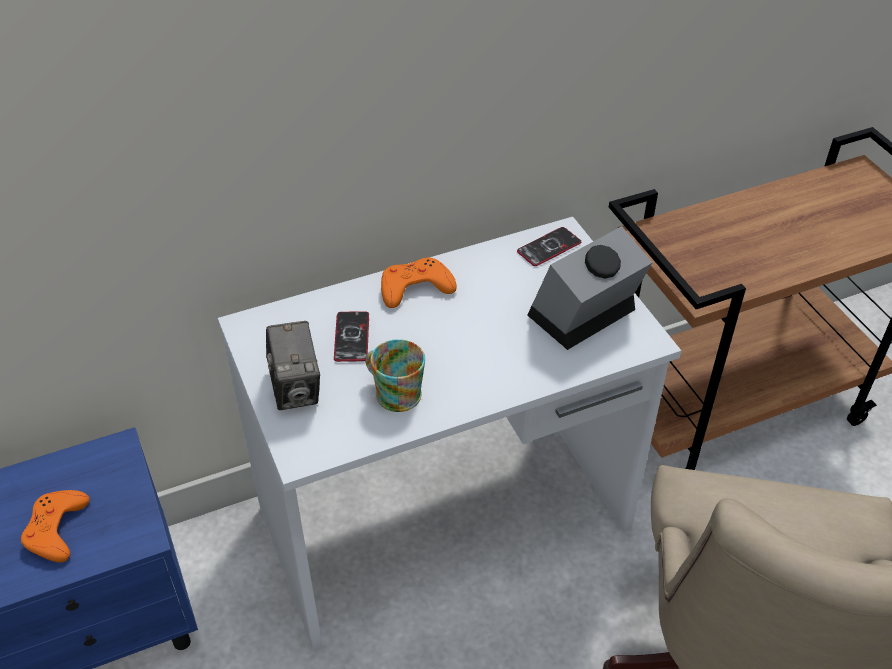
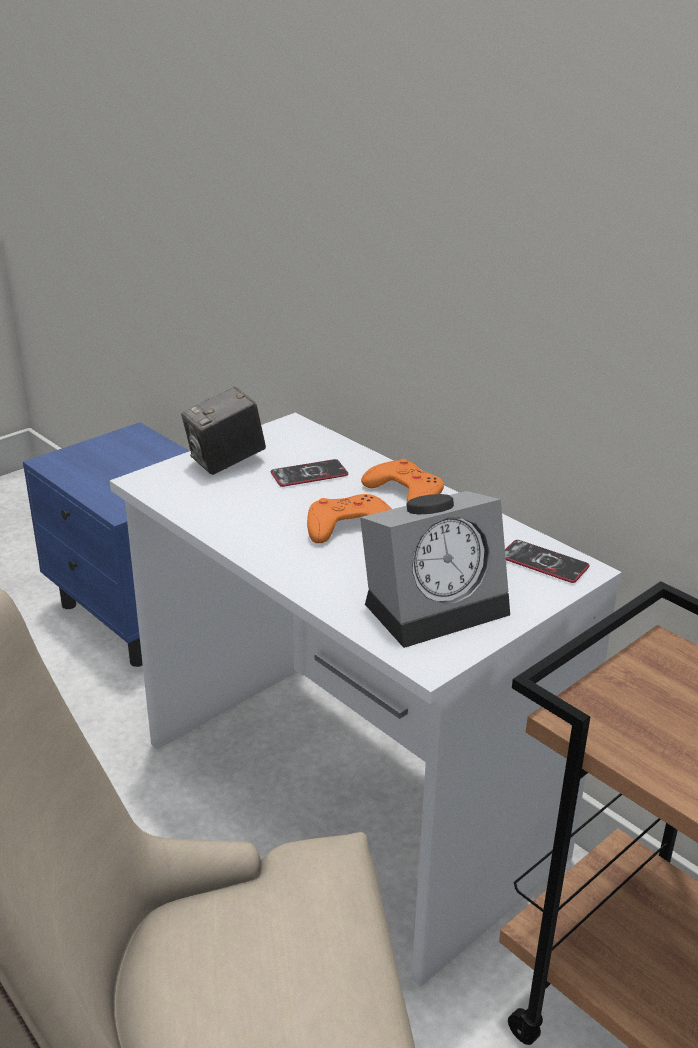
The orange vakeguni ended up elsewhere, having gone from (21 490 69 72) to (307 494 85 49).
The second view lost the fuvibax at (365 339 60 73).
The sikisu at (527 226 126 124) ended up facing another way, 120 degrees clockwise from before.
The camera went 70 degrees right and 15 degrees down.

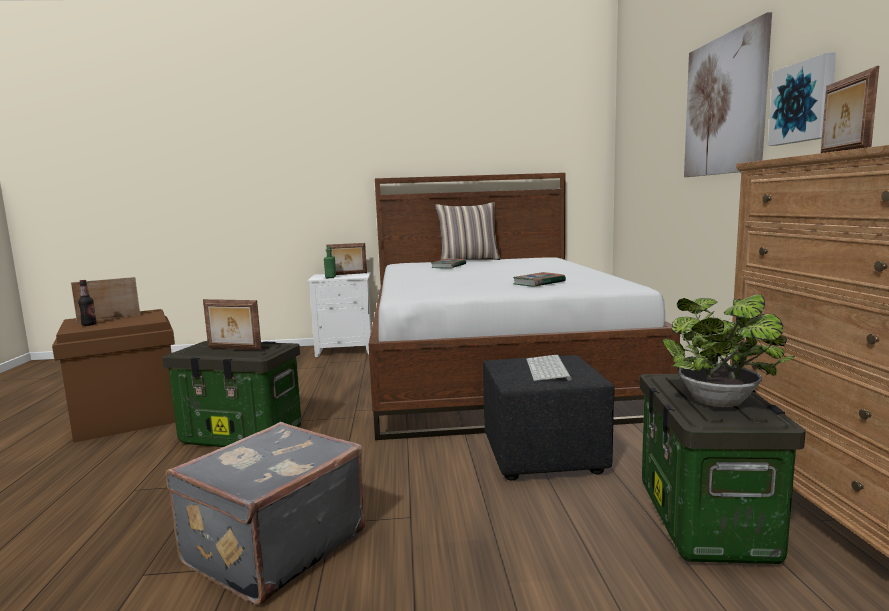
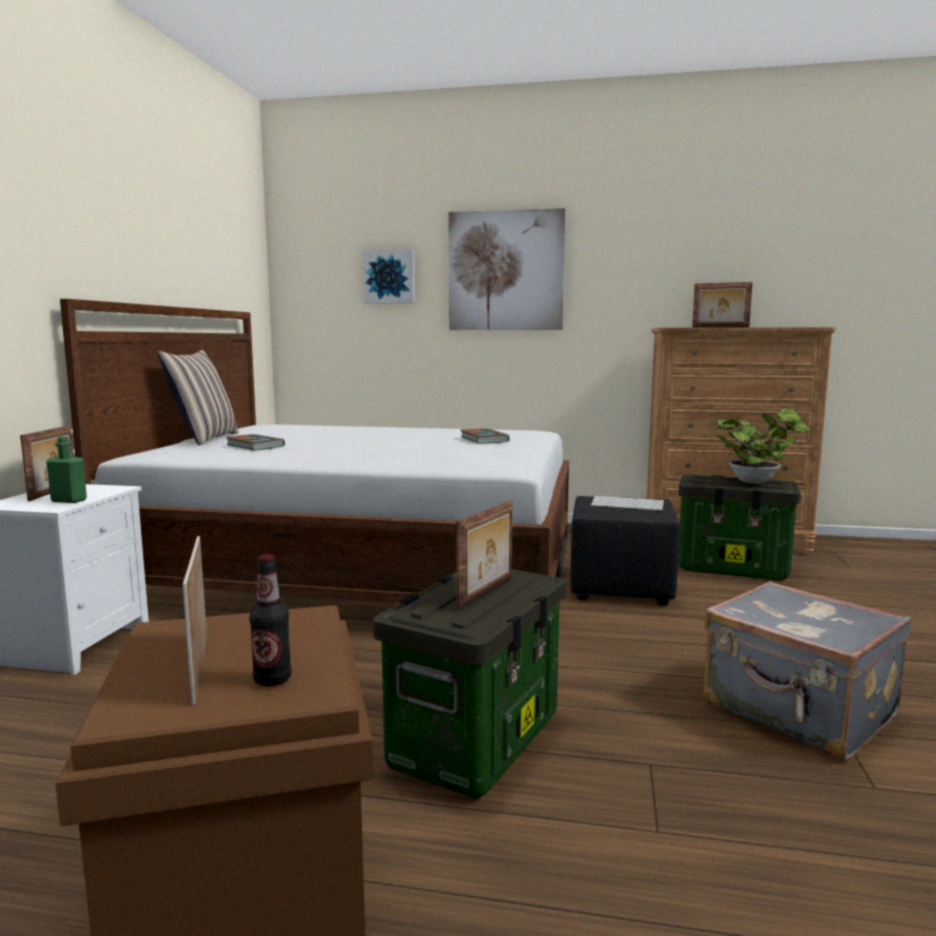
The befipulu ended up elsewhere, having gone from (768 52 68 94) to (362 249 53 55).
The camera went 75 degrees left and 0 degrees up.

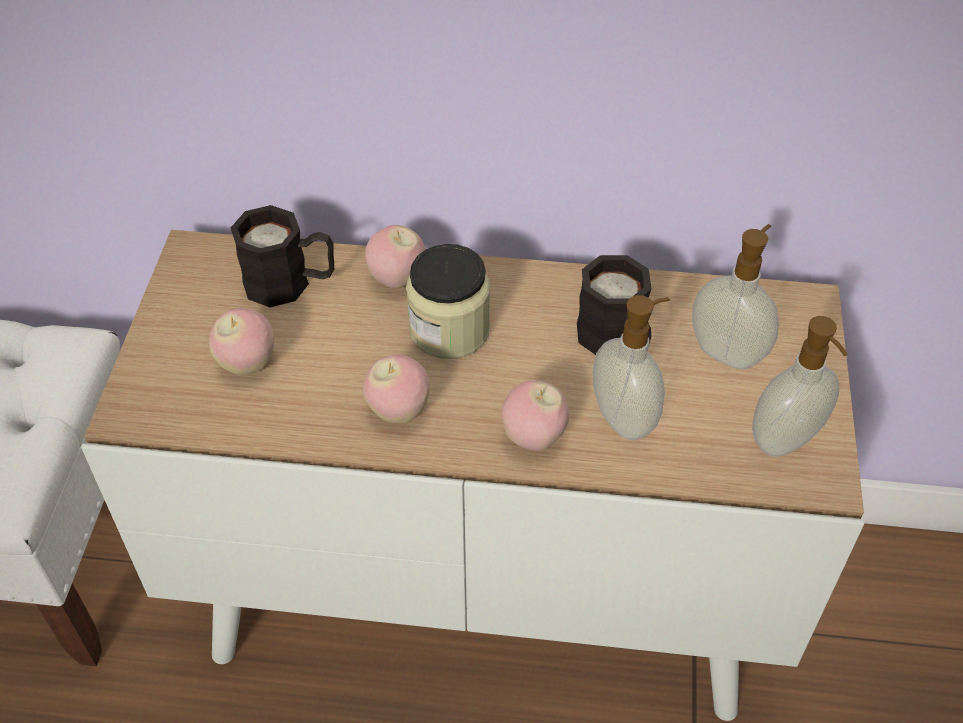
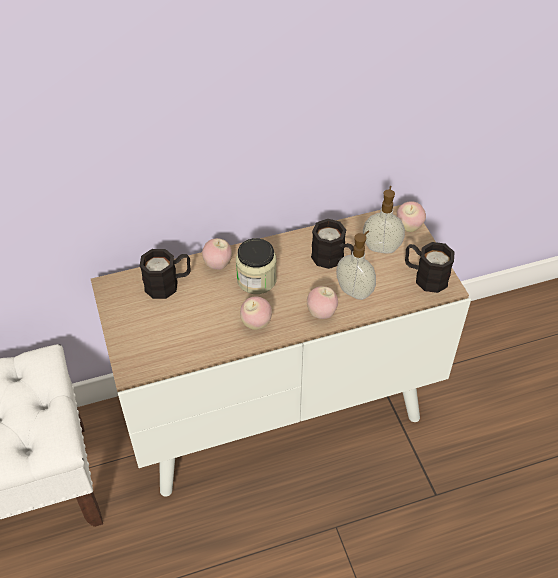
The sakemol ended up elsewhere, having gone from (209 308 65 67) to (397 201 29 31).
Where the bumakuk stood at (752 316 96 141), the black fuvibax came to stand at (405 242 49 51).
The camera went 25 degrees left and 0 degrees up.

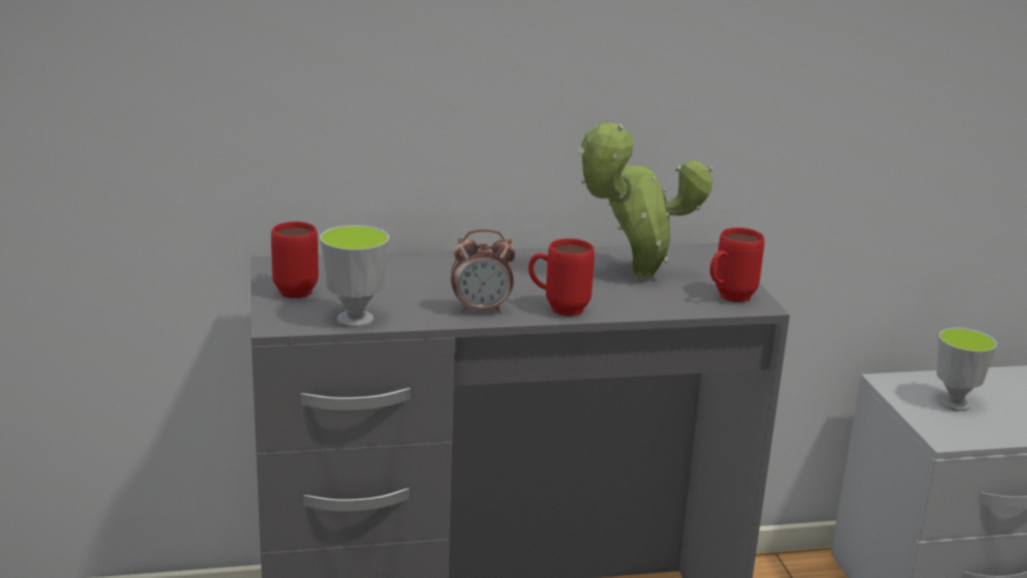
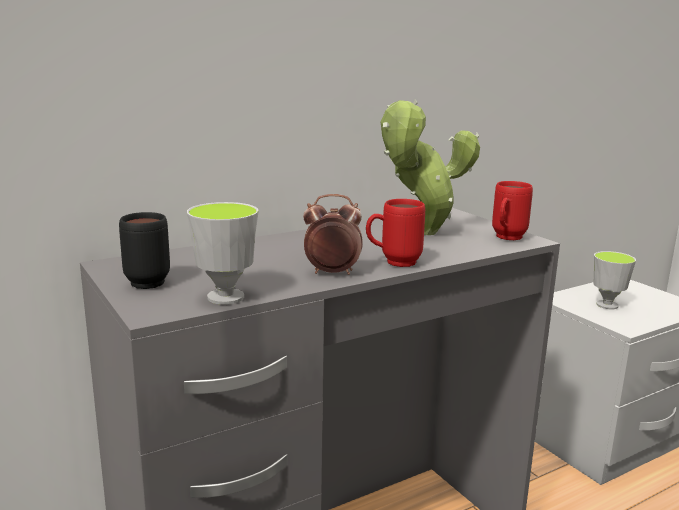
What was the red fuvibax at (271 222 47 76) turned into the black fuvibax at (119 212 51 77).
The sikisu at (451 229 65 85) ended up facing another way, 150 degrees counterclockwise from before.
The camera went 20 degrees left and 5 degrees down.

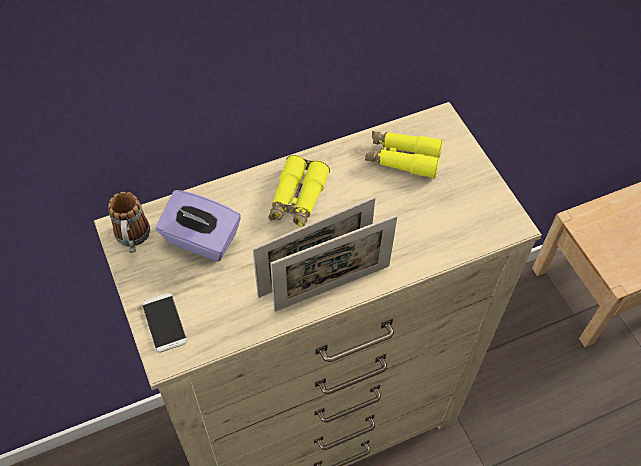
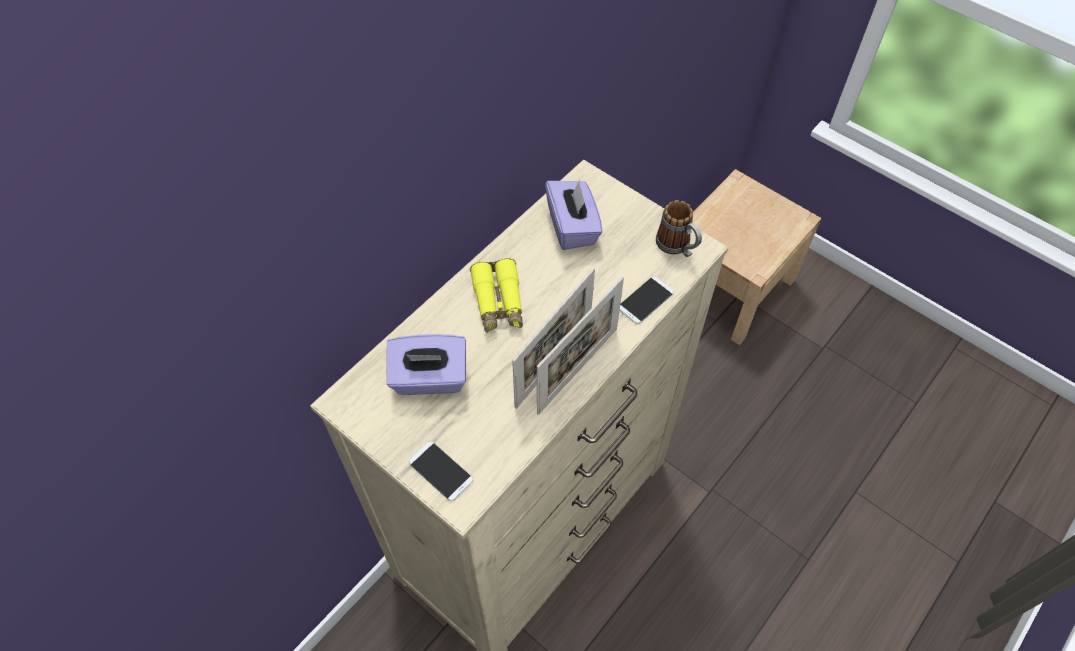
The fuvibax ended up elsewhere, having gone from (108 192 42 61) to (656 200 46 57).
Where the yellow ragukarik stood at (365 131 78 47), the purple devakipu came to stand at (545 179 58 71).
The second view gained the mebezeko at (619 276 55 48).
The camera went 25 degrees left and 0 degrees up.

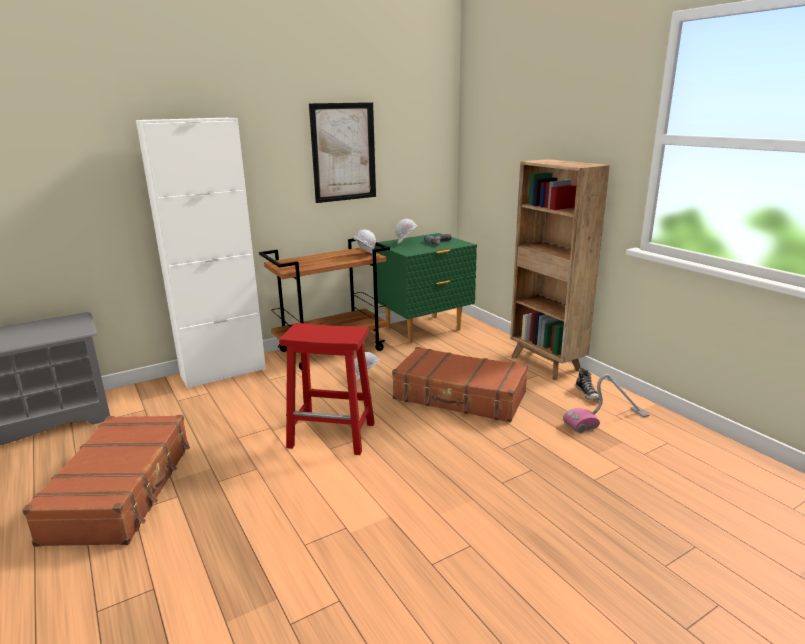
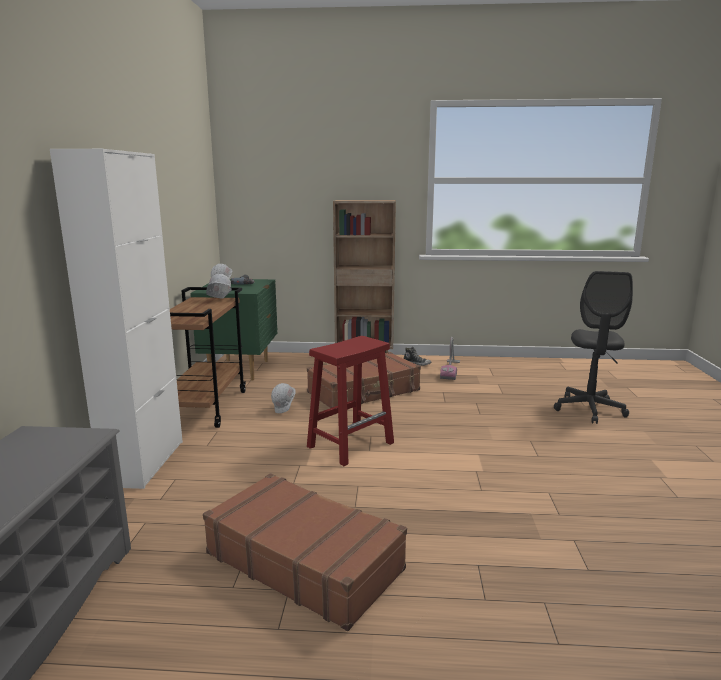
The second view lost the befipulu at (309 102 67 101).
The second view gained the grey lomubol at (554 271 79 153).
The camera went 55 degrees left and 5 degrees down.

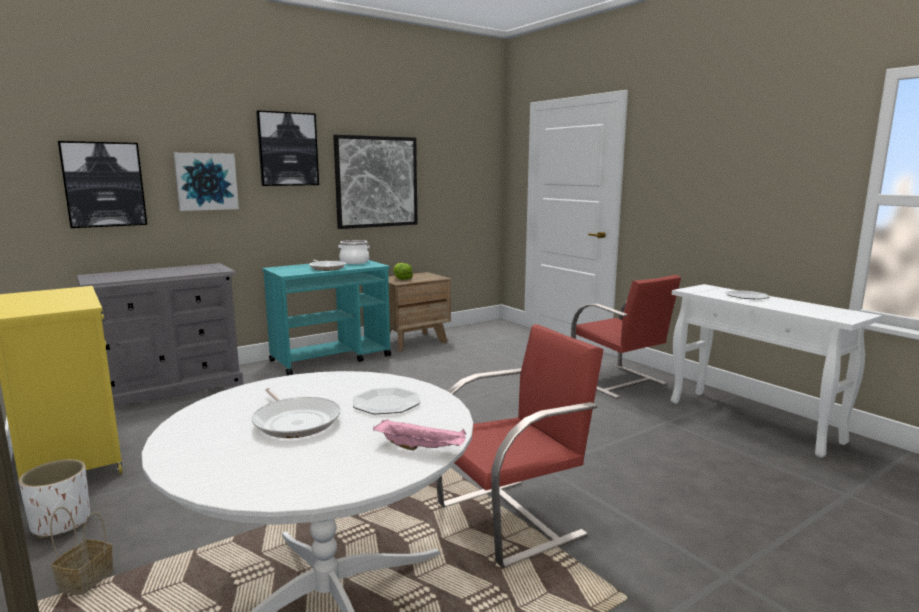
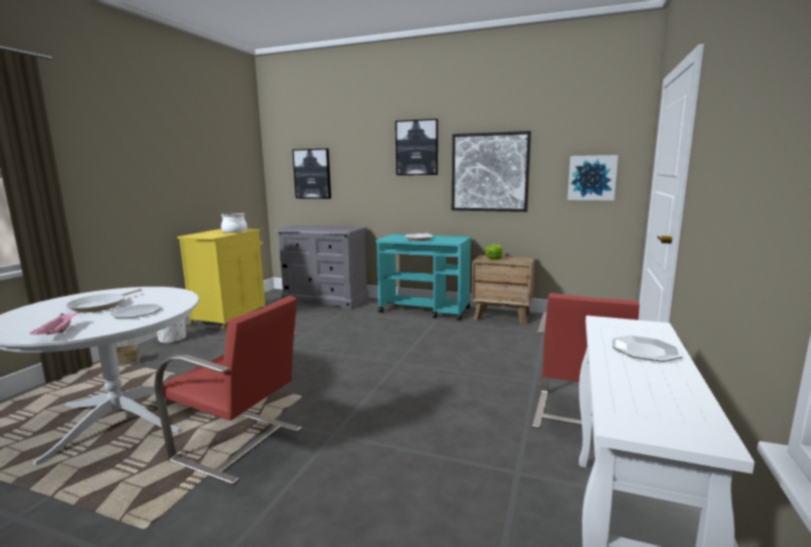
The befipulu ended up elsewhere, having gone from (174 153 65 58) to (567 155 51 46).
The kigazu ended up elsewhere, having gone from (339 240 31 24) to (221 213 26 20).
The camera went 55 degrees right and 0 degrees up.

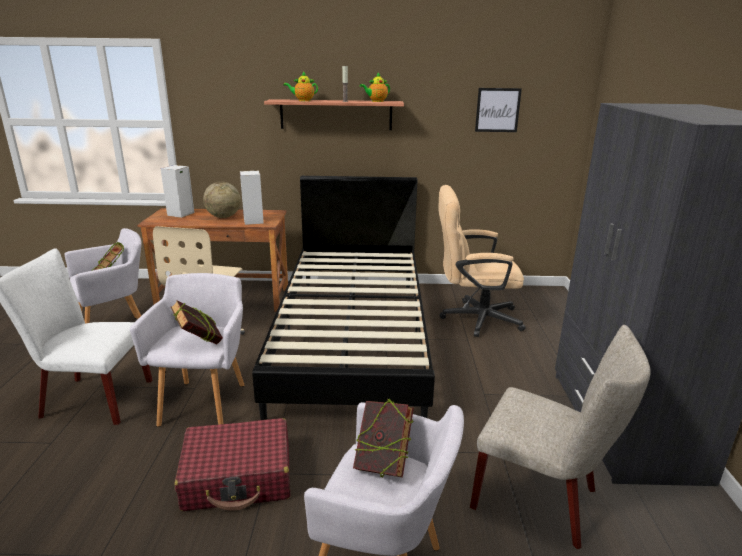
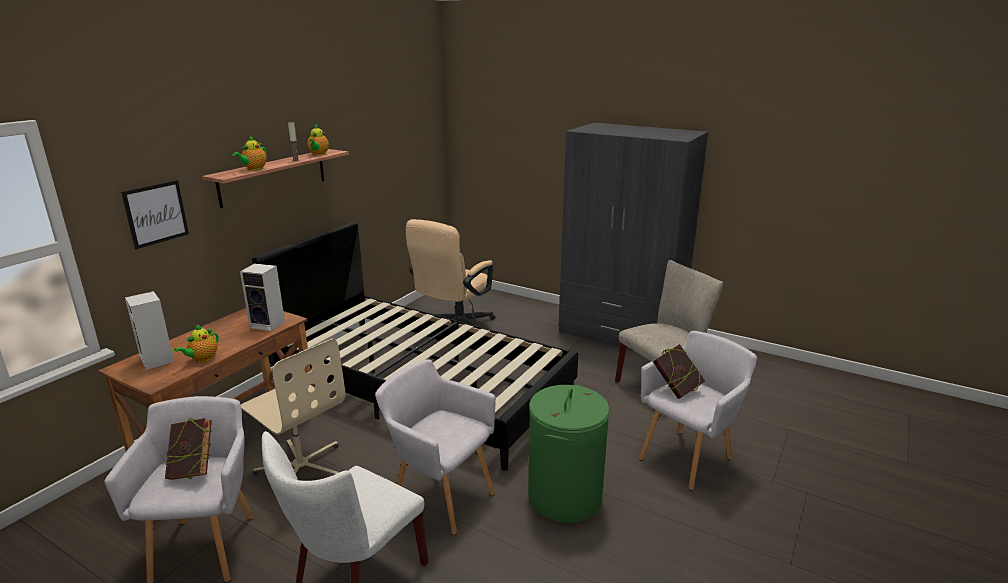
The second view lost the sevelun at (171 300 52 45).
Where the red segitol stood at (175 418 115 93), the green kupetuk came to stand at (528 385 82 138).
The second view lost the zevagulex at (203 182 38 36).
The befipulu ended up elsewhere, having gone from (475 88 47 44) to (121 180 68 69).
The second view gained the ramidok at (174 324 45 38).
The camera went 60 degrees left and 0 degrees up.

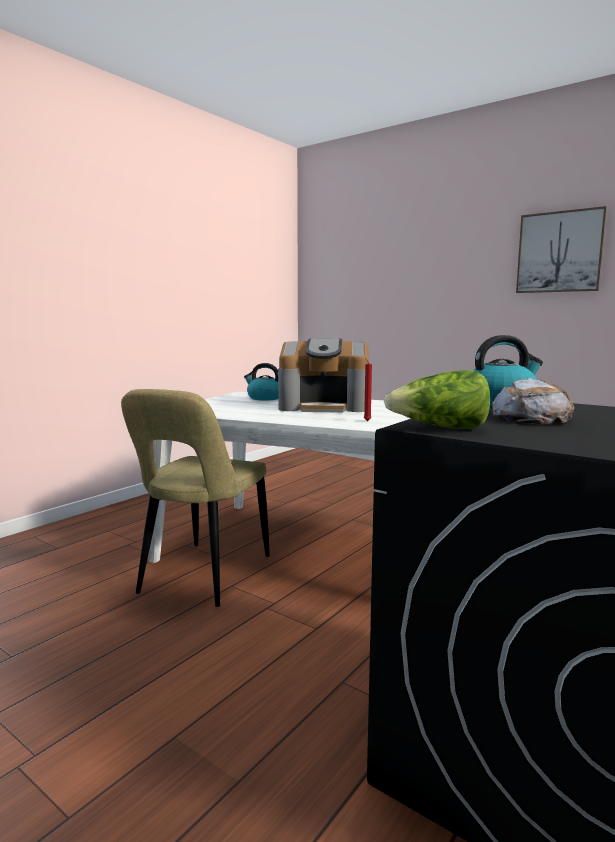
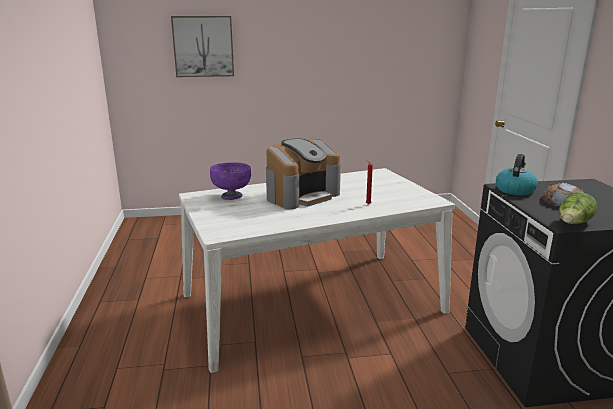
The second view lost the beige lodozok at (121 389 149 218).
Where the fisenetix stood at (244 363 34 37), the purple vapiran came to stand at (210 162 41 38).
The befipulu ended up elsewhere, having gone from (516 206 91 87) to (171 16 63 61).
The camera went 45 degrees left and 10 degrees up.

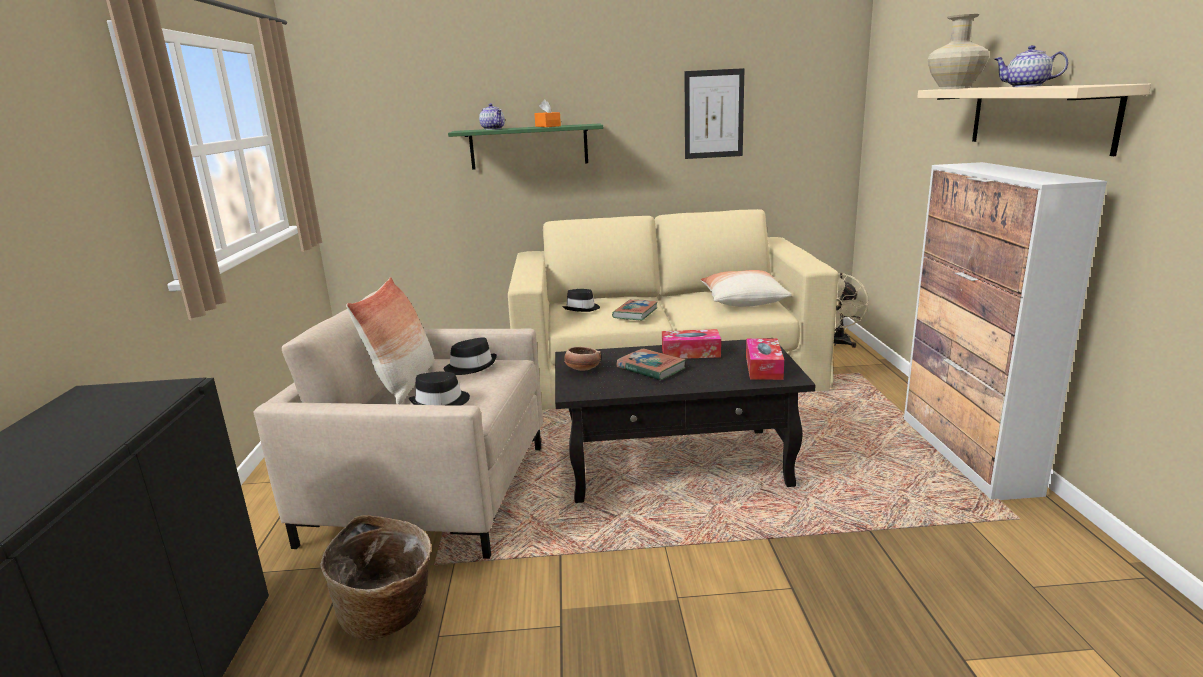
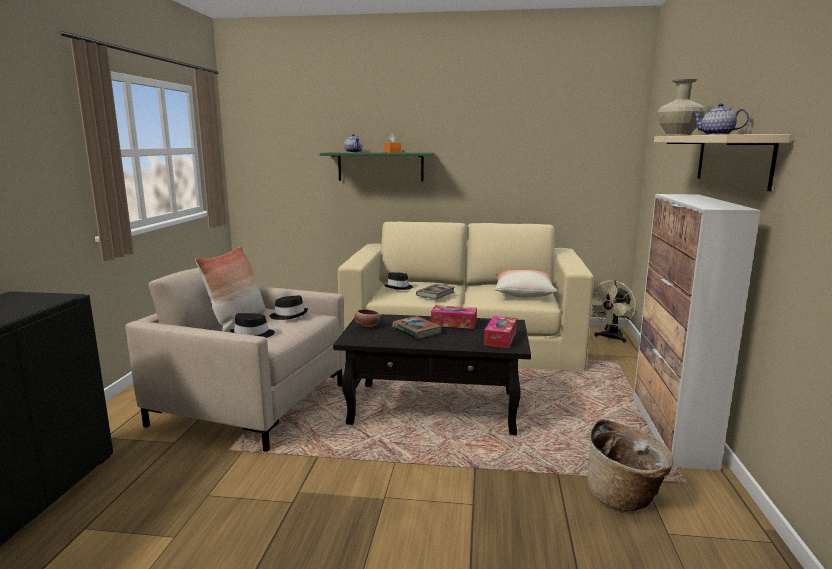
The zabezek ended up elsewhere, having gone from (320 515 111 125) to (587 419 86 93).
The second view lost the befipulu at (685 68 59 91).
The camera went 10 degrees right and 5 degrees down.

